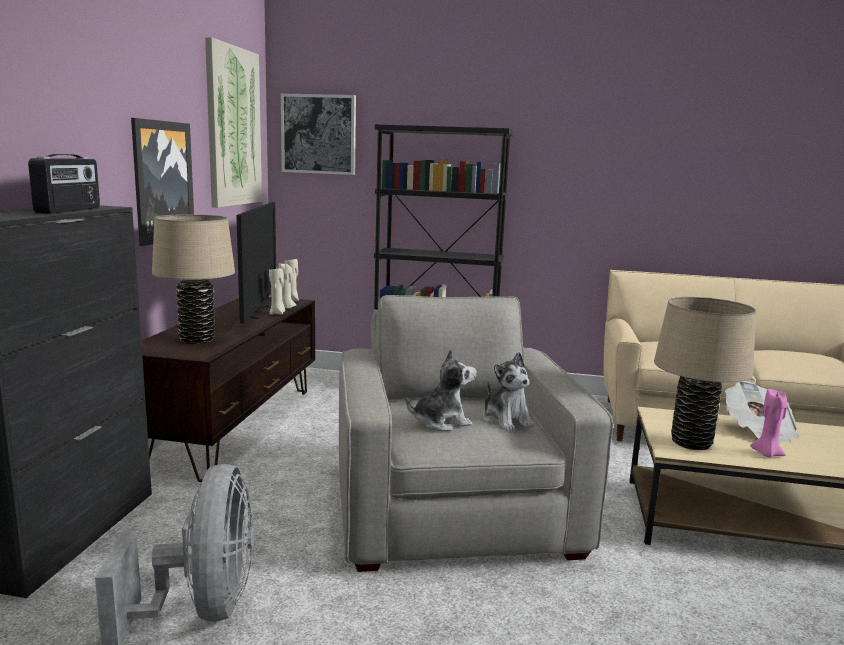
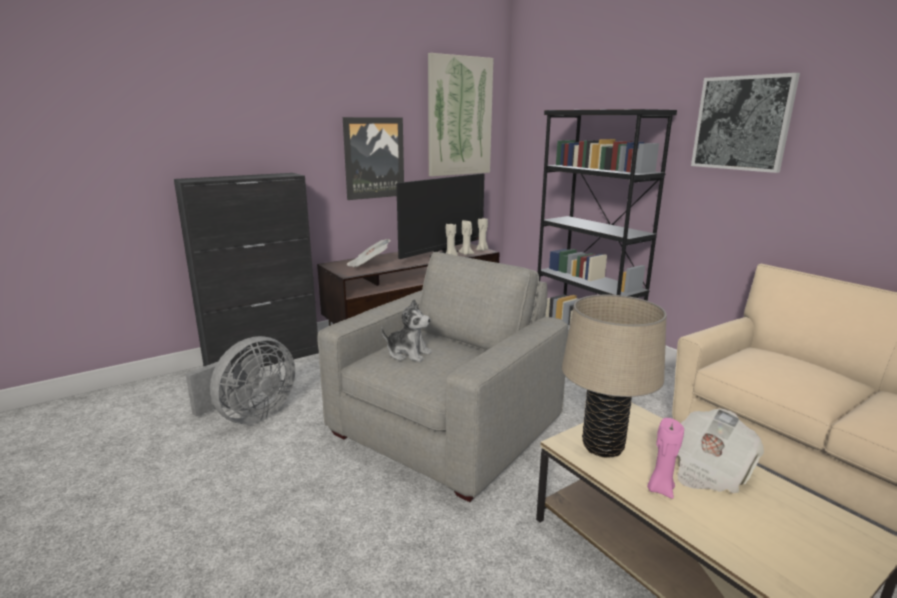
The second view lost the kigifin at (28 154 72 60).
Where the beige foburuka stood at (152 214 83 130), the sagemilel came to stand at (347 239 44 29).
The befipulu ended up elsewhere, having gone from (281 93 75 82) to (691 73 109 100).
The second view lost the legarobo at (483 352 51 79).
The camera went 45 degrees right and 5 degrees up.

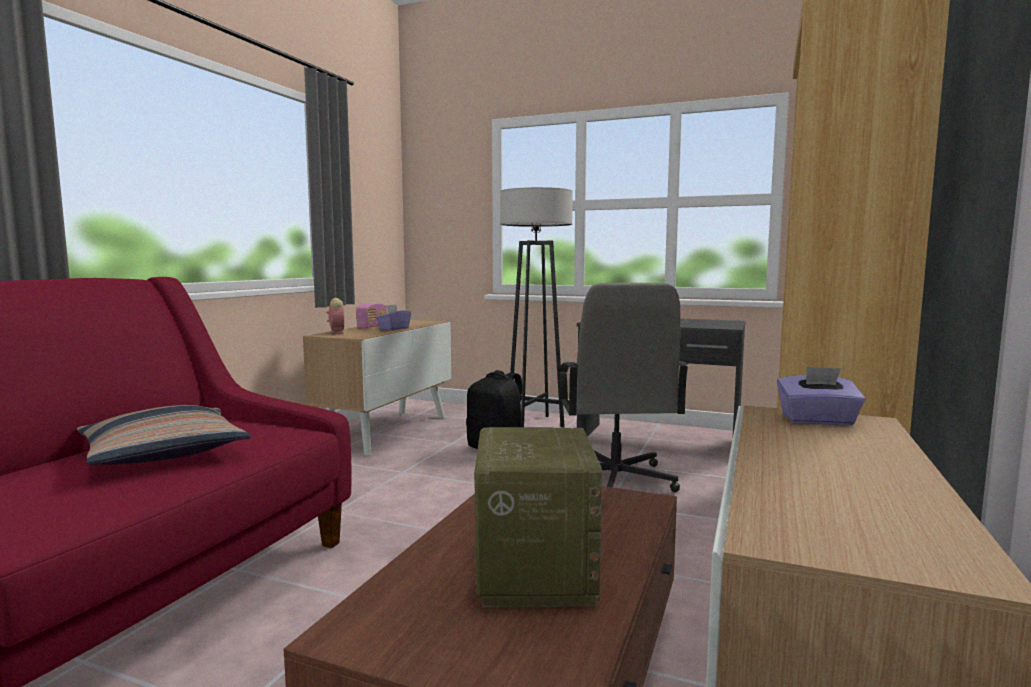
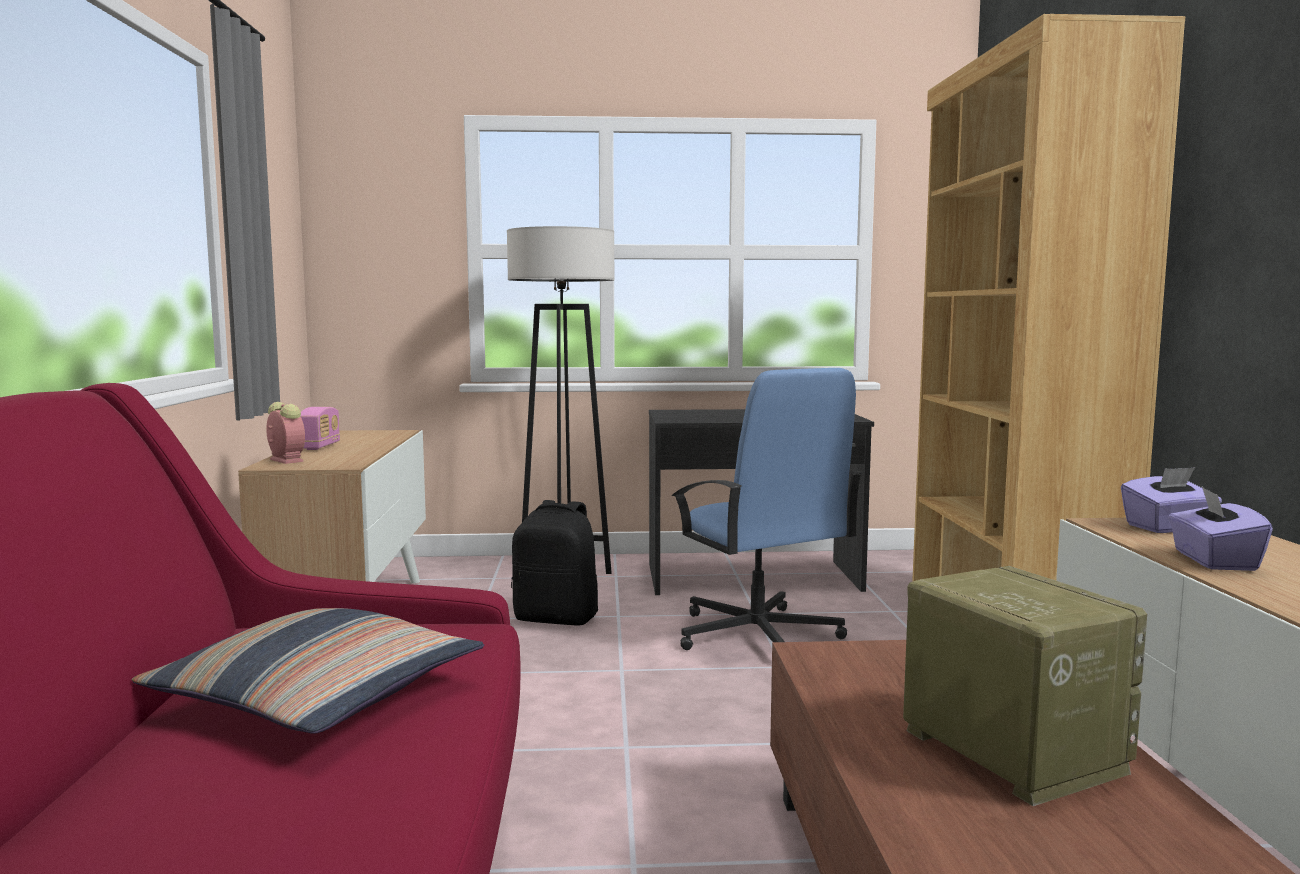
The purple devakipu ended up elsewhere, having gone from (376 304 35 27) to (1168 487 105 84).
What was the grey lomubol at (558 283 131 209) turned into the blue lomubol at (672 368 191 282).
The camera went 25 degrees left and 0 degrees up.

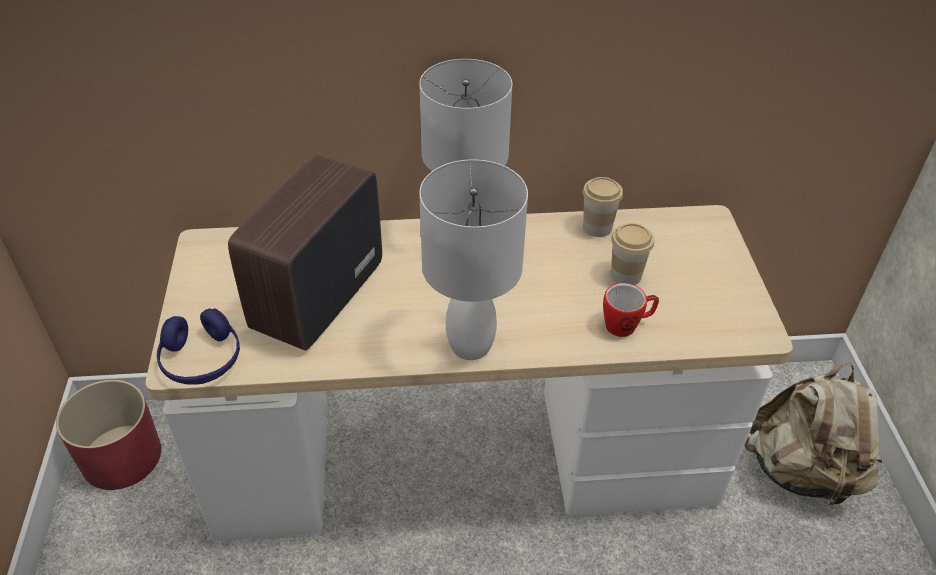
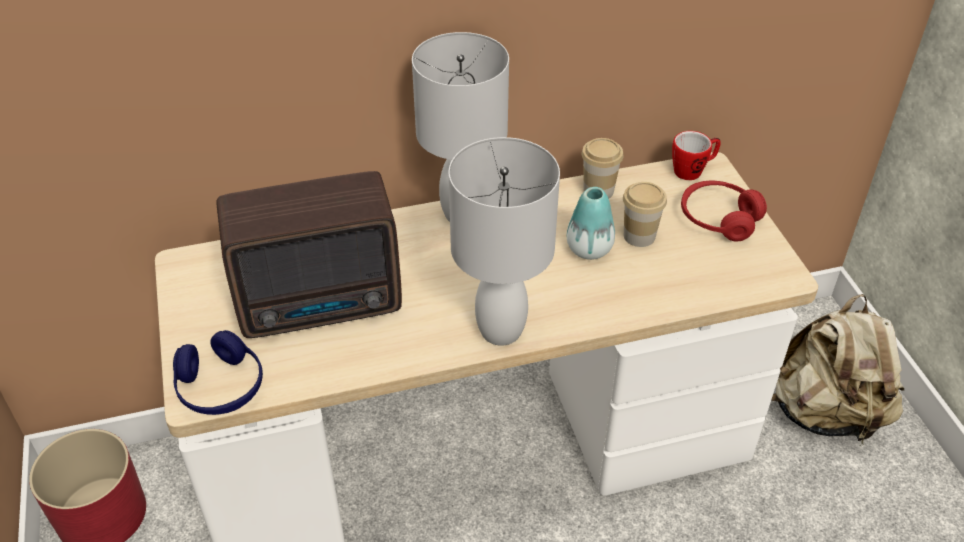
The kigifin at (228 155 154 196) ended up facing another way, 120 degrees counterclockwise from before.
The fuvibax ended up elsewhere, having gone from (603 283 56 54) to (672 131 49 49).
The second view gained the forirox at (567 187 48 73).
The second view gained the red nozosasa at (681 181 86 60).
The camera went 10 degrees left and 0 degrees up.

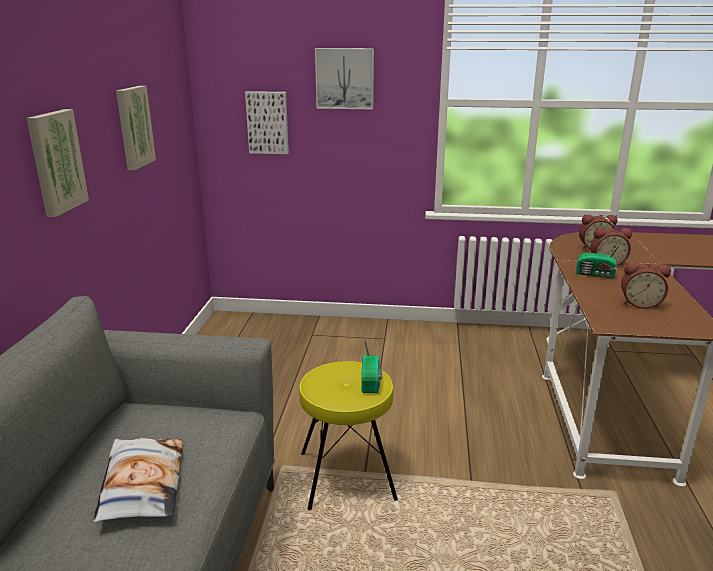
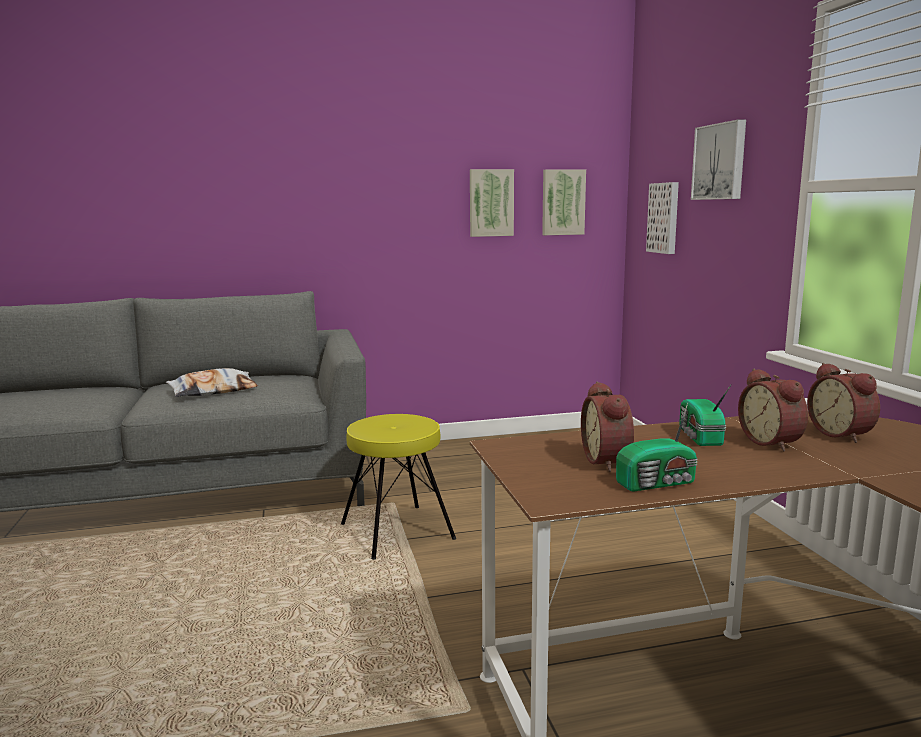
The befipulu ended up elsewhere, having gone from (27 109 62 108) to (542 170 44 65).
The kigifin ended up elsewhere, having gone from (361 334 21 59) to (616 403 82 89).
The camera went 70 degrees right and 10 degrees down.

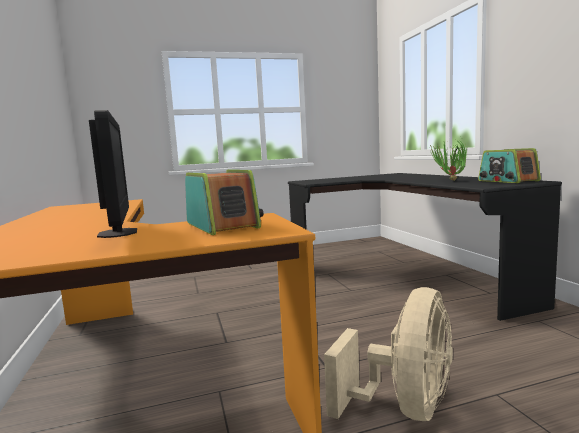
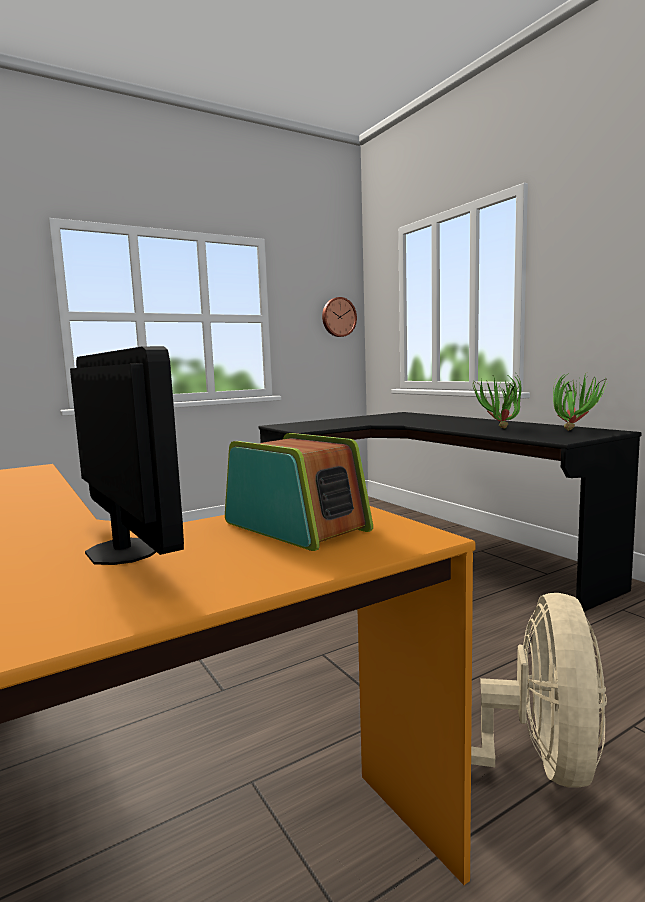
Where the kigifin stood at (478 148 63 35), the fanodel came to stand at (553 373 55 58).
The second view gained the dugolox at (322 297 35 40).
The camera went 15 degrees left and 0 degrees up.

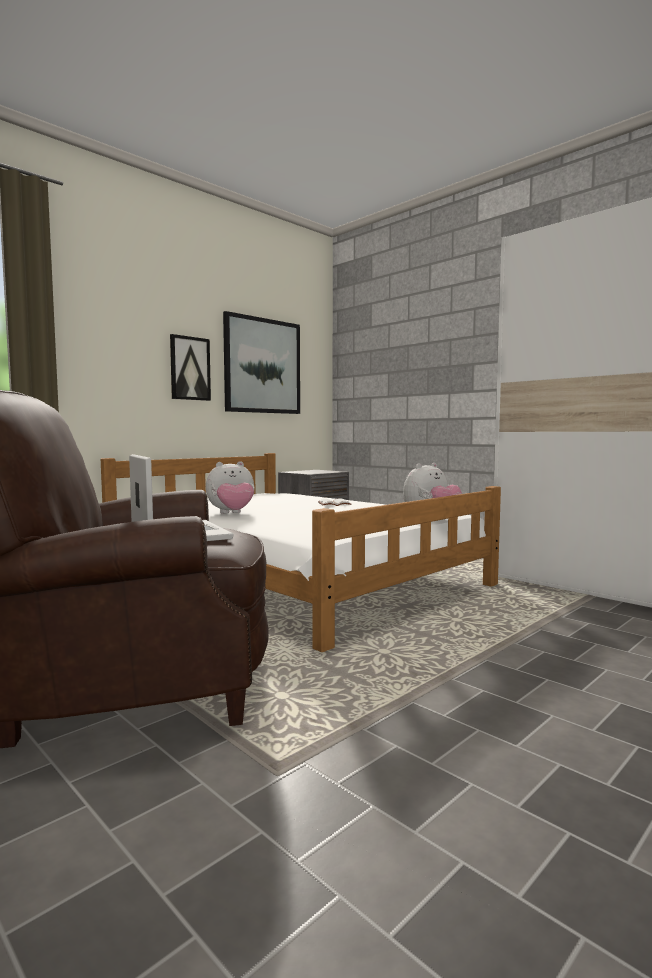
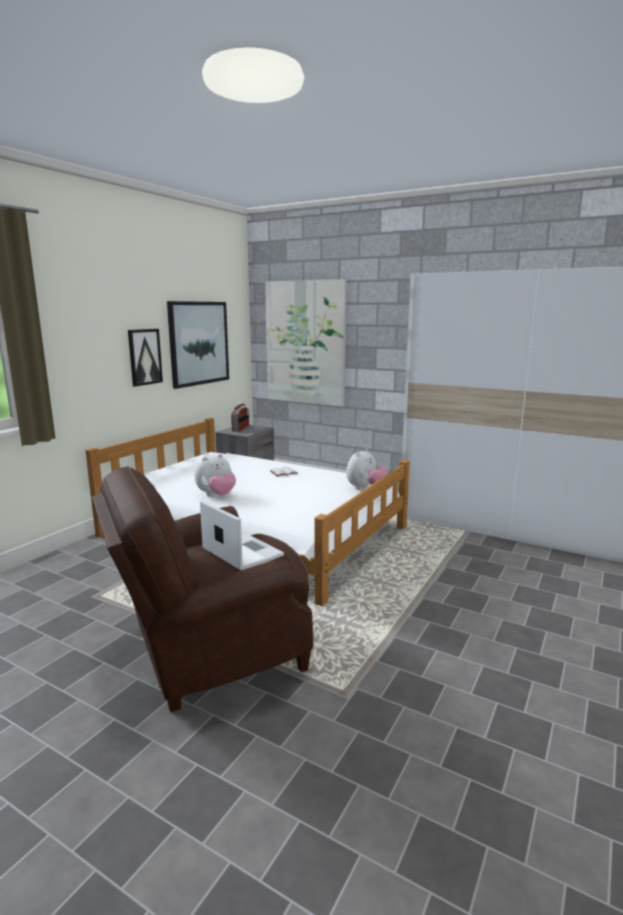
The second view gained the kigifin at (231 404 18 28).
The second view gained the befipulu at (265 279 82 128).
The camera went 15 degrees left and 10 degrees up.

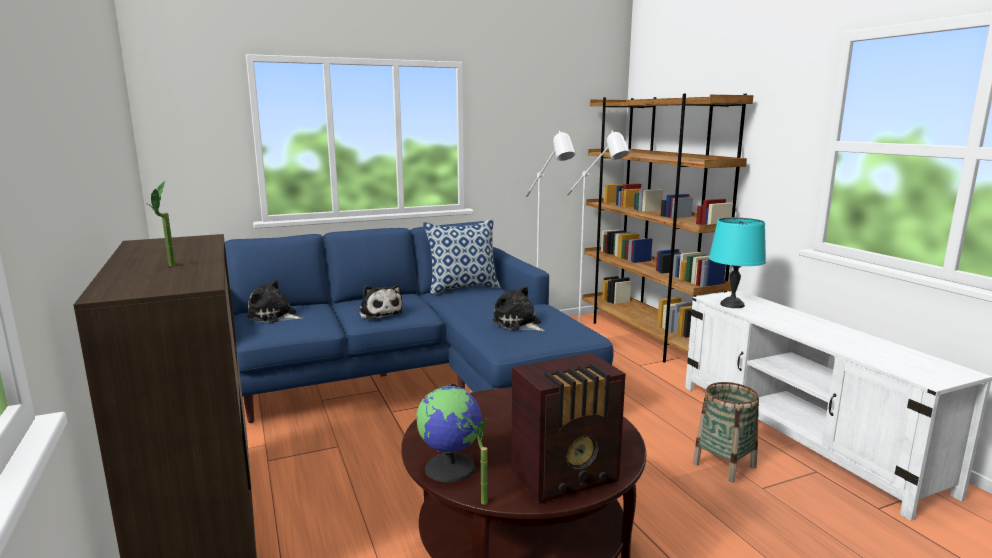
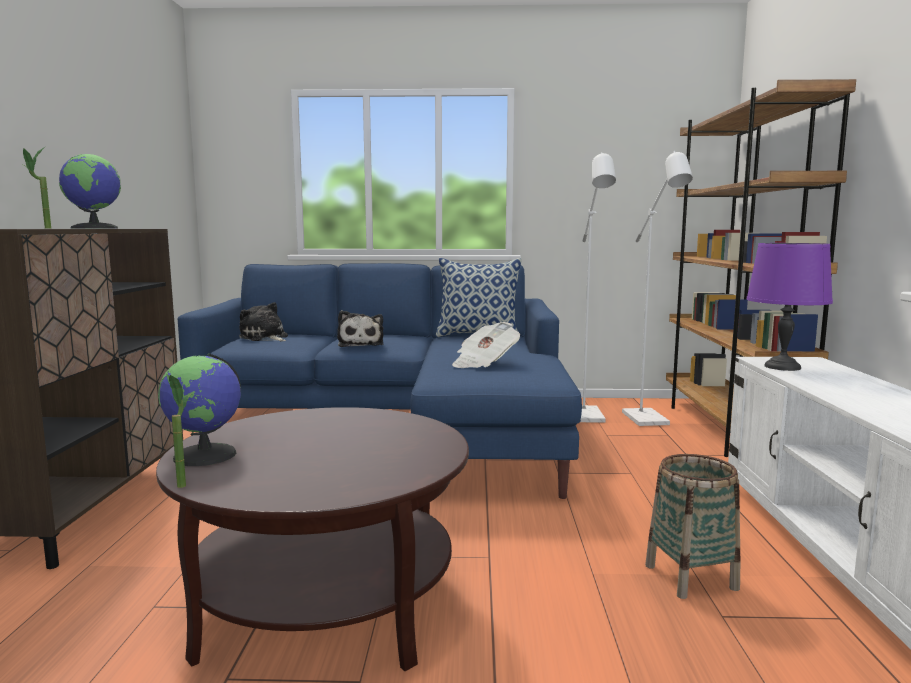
Where the legarobo stood at (493 286 52 45), the sagemilel came to stand at (452 322 68 46).
The second view lost the kigifin at (511 353 114 151).
What was the turquoise foburuka at (709 217 57 91) turned into the purple foburuka at (747 243 86 128).
The second view gained the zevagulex at (59 154 62 74).
The camera went 25 degrees right and 5 degrees down.

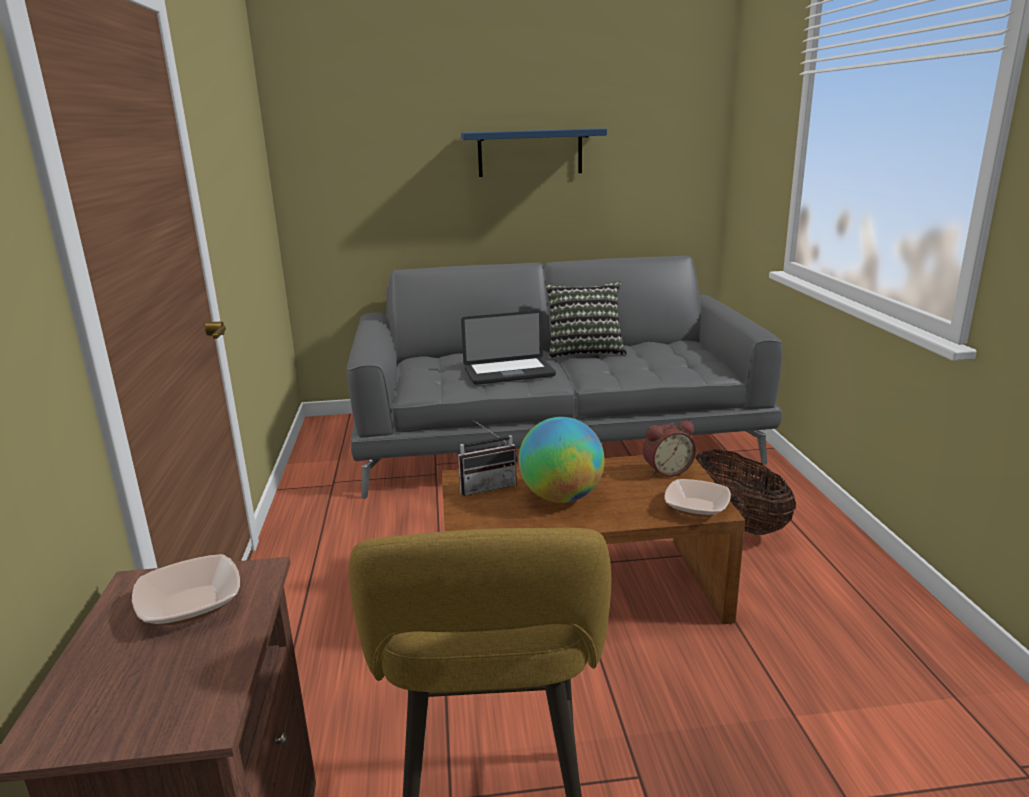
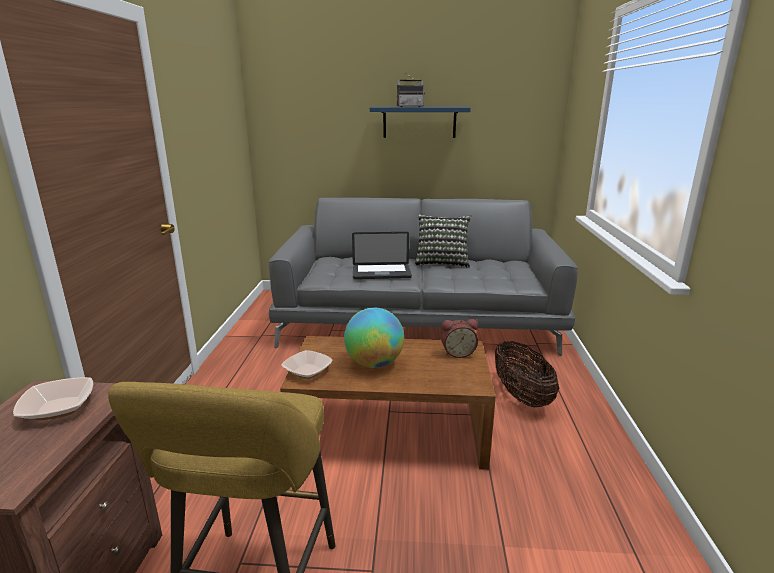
The kigifin ended up elsewhere, having gone from (458 420 60 76) to (397 74 28 33).
The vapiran ended up elsewhere, having gone from (664 479 67 38) to (281 350 52 29).
The camera went 10 degrees right and 0 degrees up.

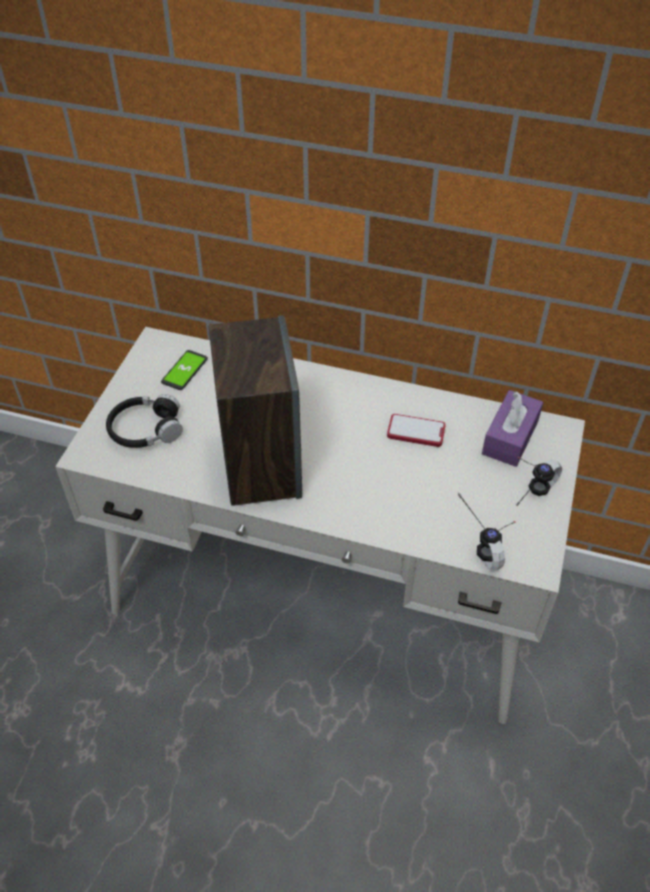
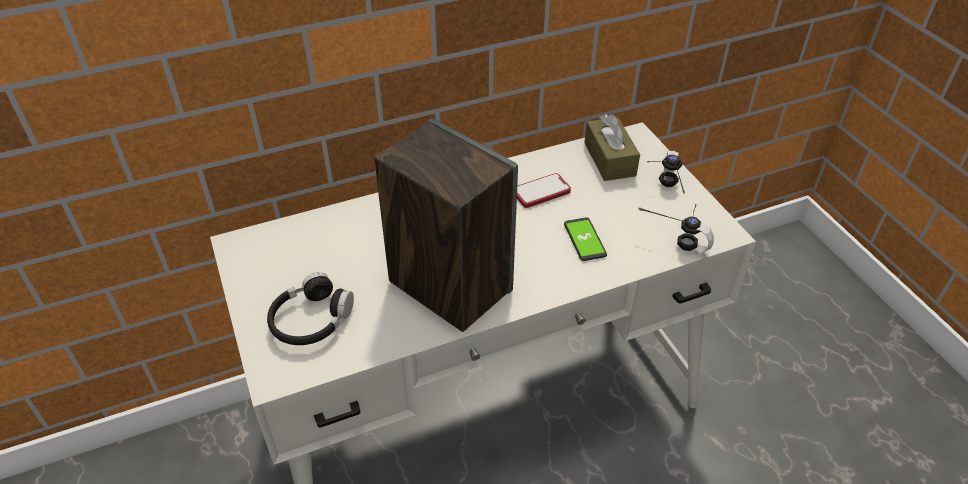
The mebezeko ended up elsewhere, having gone from (161 350 47 40) to (564 218 43 43).
What was the purple devakipu at (482 390 61 77) turned into the brown devakipu at (584 114 56 67).
The camera went 40 degrees left and 5 degrees down.

